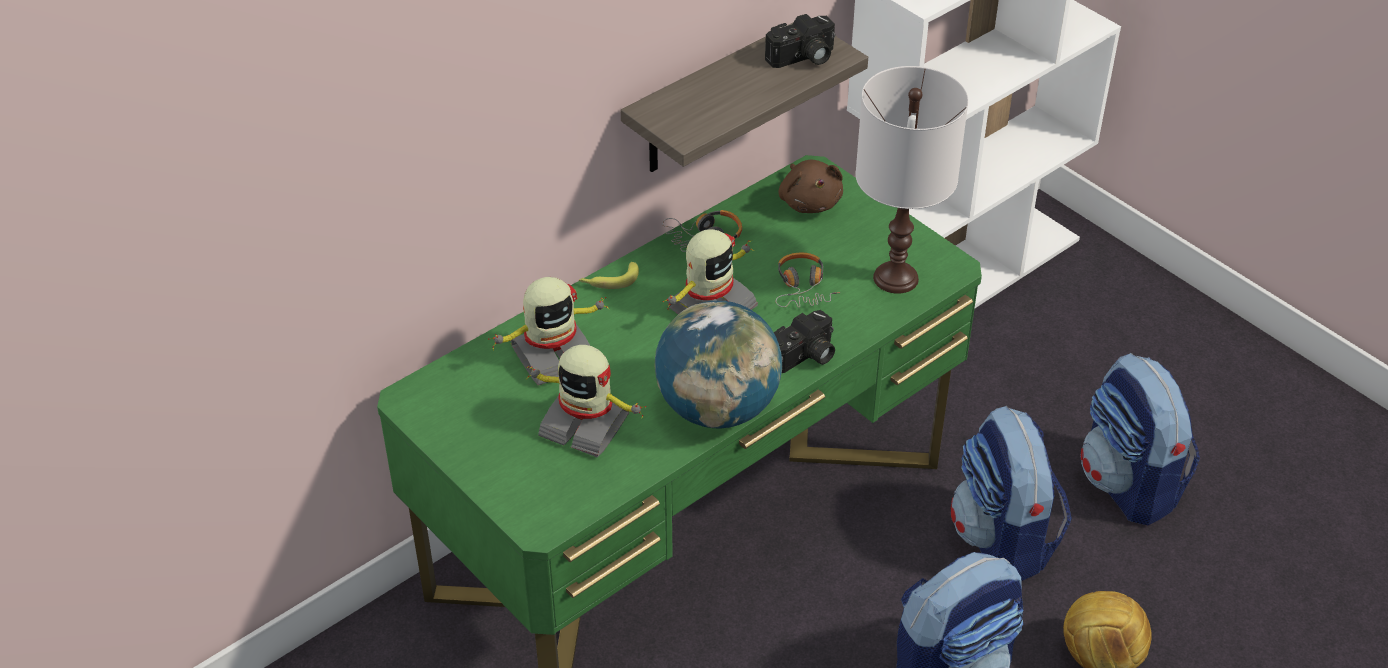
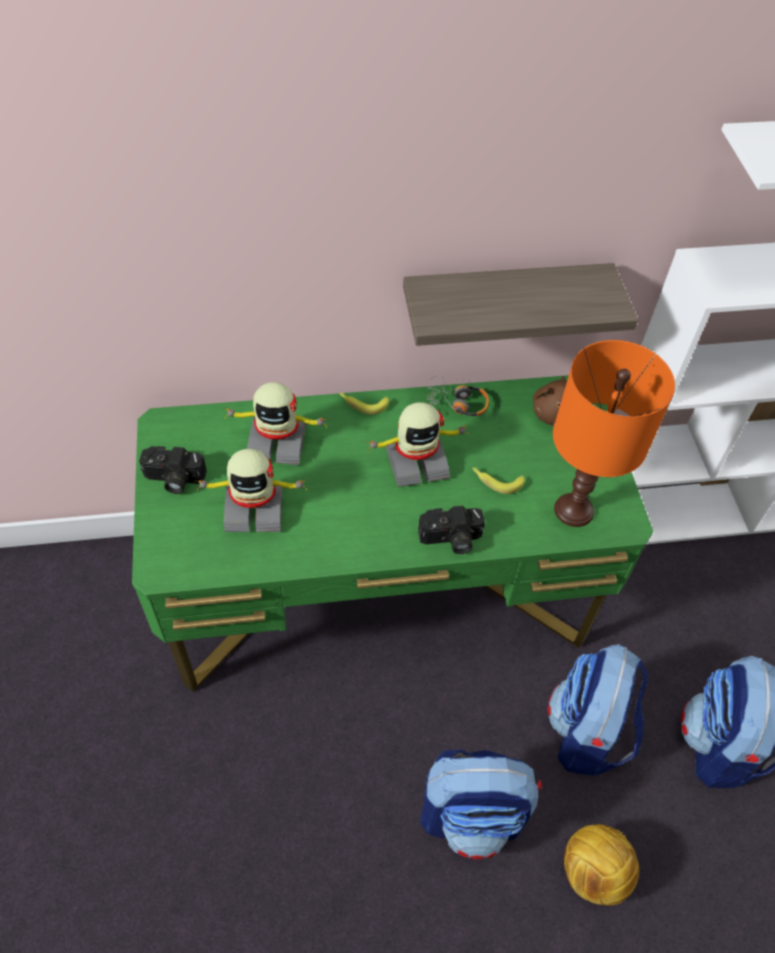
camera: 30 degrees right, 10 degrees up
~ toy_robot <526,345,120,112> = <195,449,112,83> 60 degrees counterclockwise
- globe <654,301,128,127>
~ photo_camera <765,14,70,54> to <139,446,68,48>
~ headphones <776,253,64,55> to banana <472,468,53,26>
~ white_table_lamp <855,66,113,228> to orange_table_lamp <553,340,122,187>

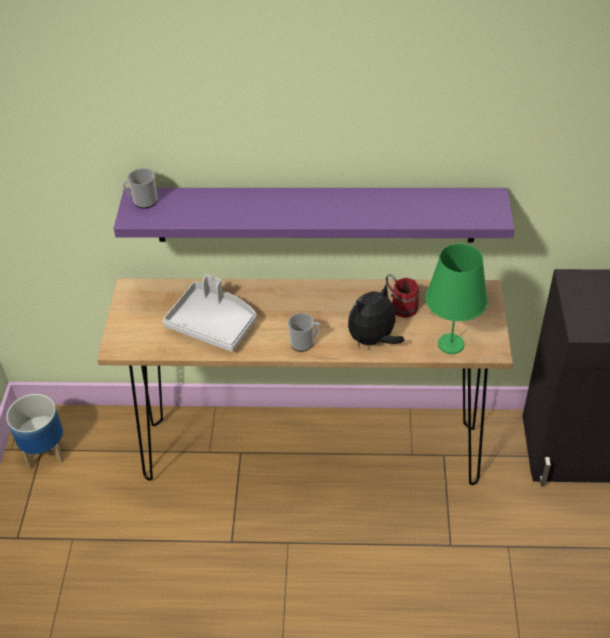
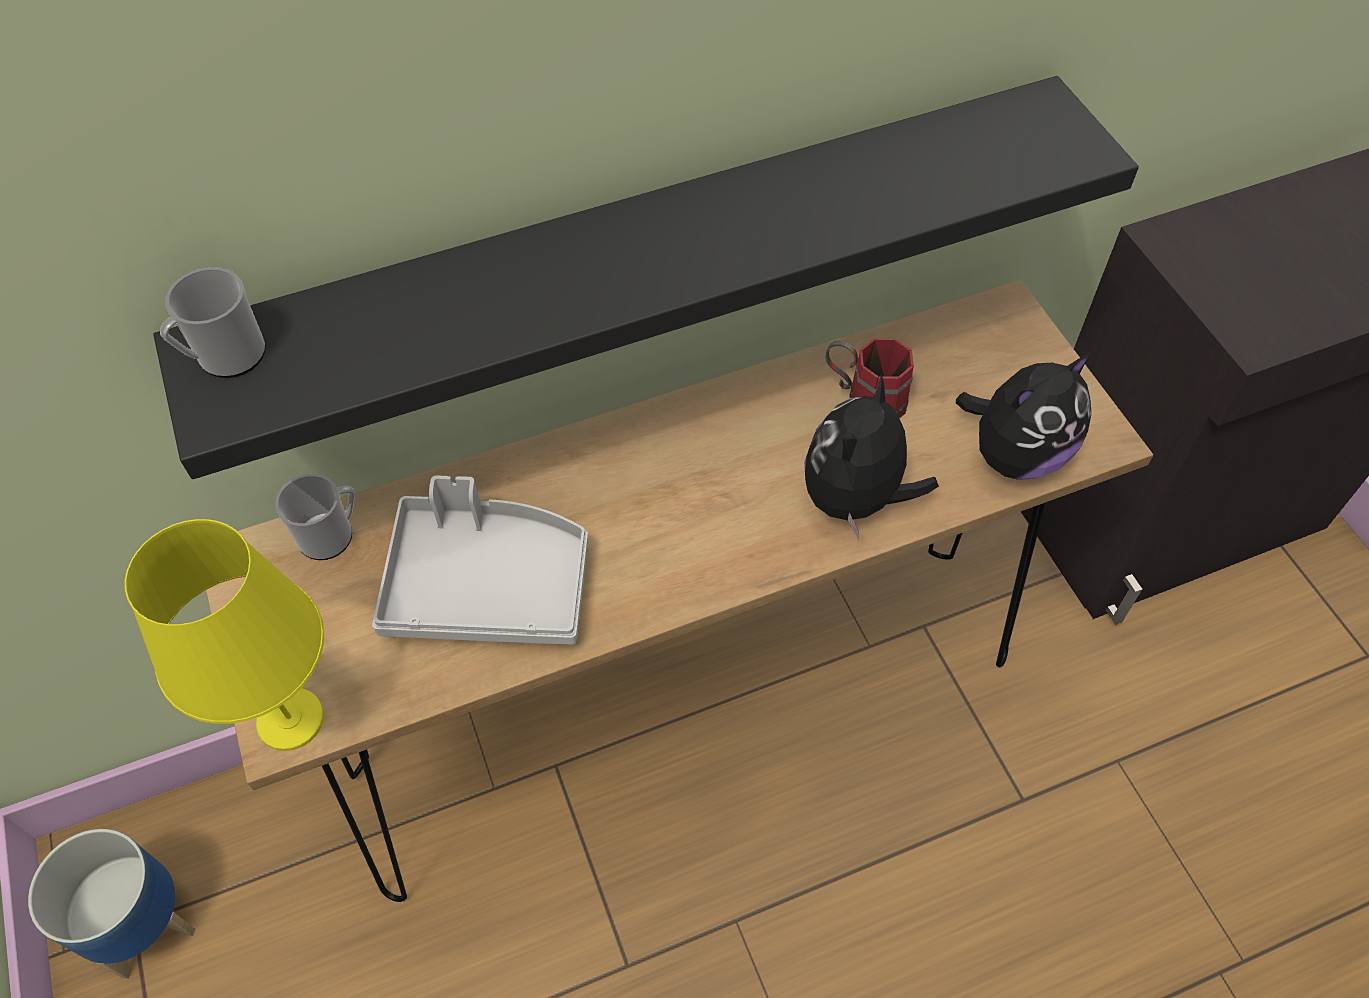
camera: 25 degrees left, 10 degrees up
~ purple_shelf <113,188,401,55> to black_shelf <153,76,986,403>
~ mug <288,313,32,39> to <275,474,80,86>
~ green_table_lamp <425,244,63,110> to plush_toy <956,352,136,128>
+ yellow_table_lamp <125,519,199,232>

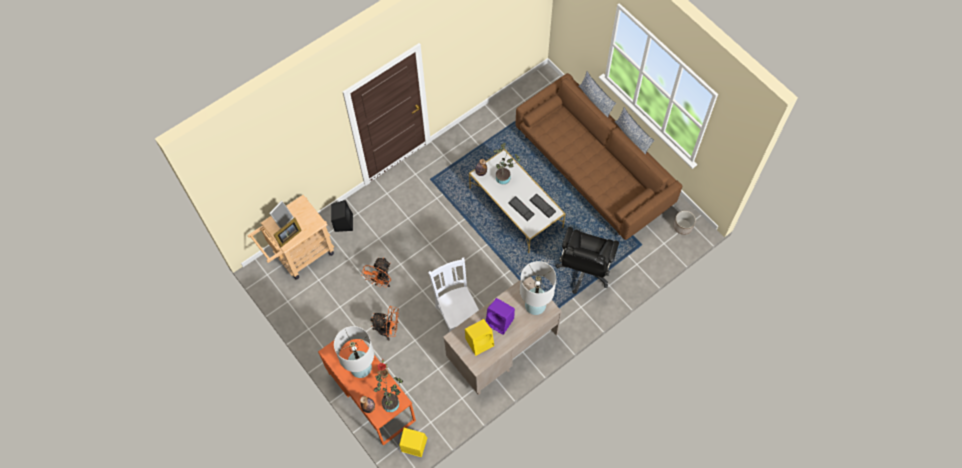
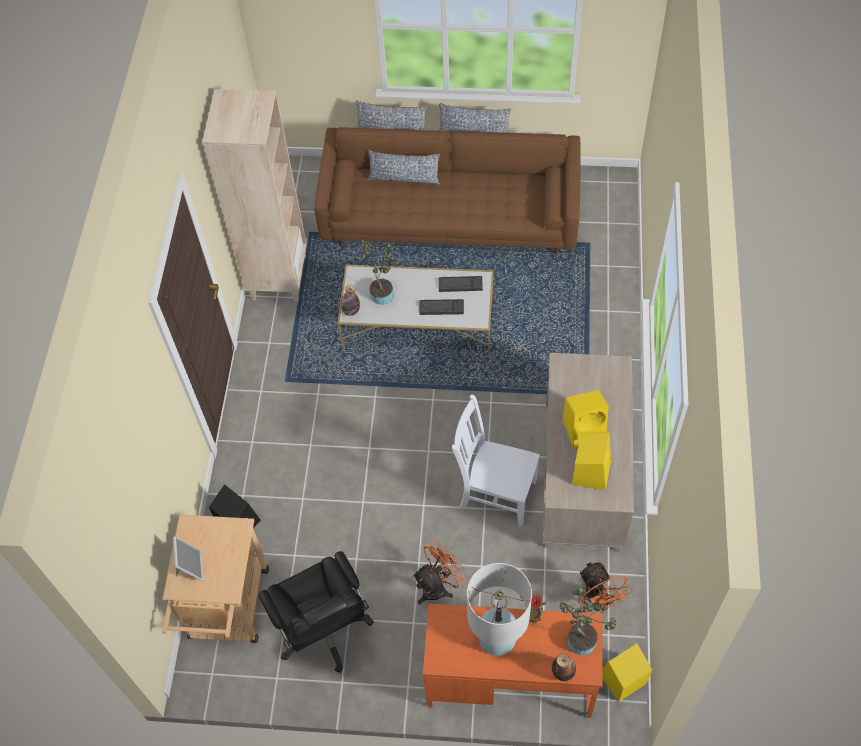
camera: 45 degrees left, 5 degrees down
- picture_frame <273,217,29,30>
~ orange_fan <361,257,30,30> to <579,562,53,51>
~ purple_speaker <486,298,29,37> to yellow_speaker <563,390,46,58>
- white_table_lamp <520,261,36,54>
~ black_office_chair <556,227,63,67> to <258,551,116,122>
- planter <673,211,23,24>
+ beige_bookcase <202,89,105,213>
+ pillow <367,150,73,35>

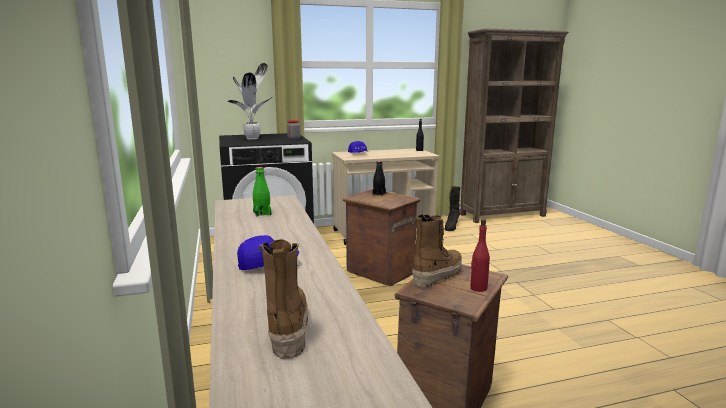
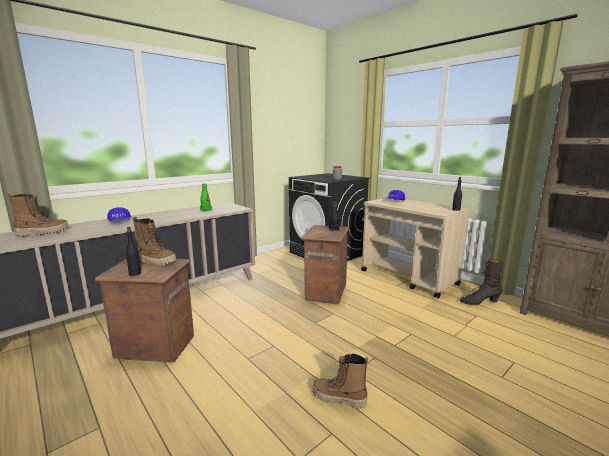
camera: 65 degrees right, 0 degrees up
- potted_plant <228,63,46,77>
~ red_bottle <470,219,20,73> to black_bottle <126,227,15,49>
+ boot <312,353,56,56>

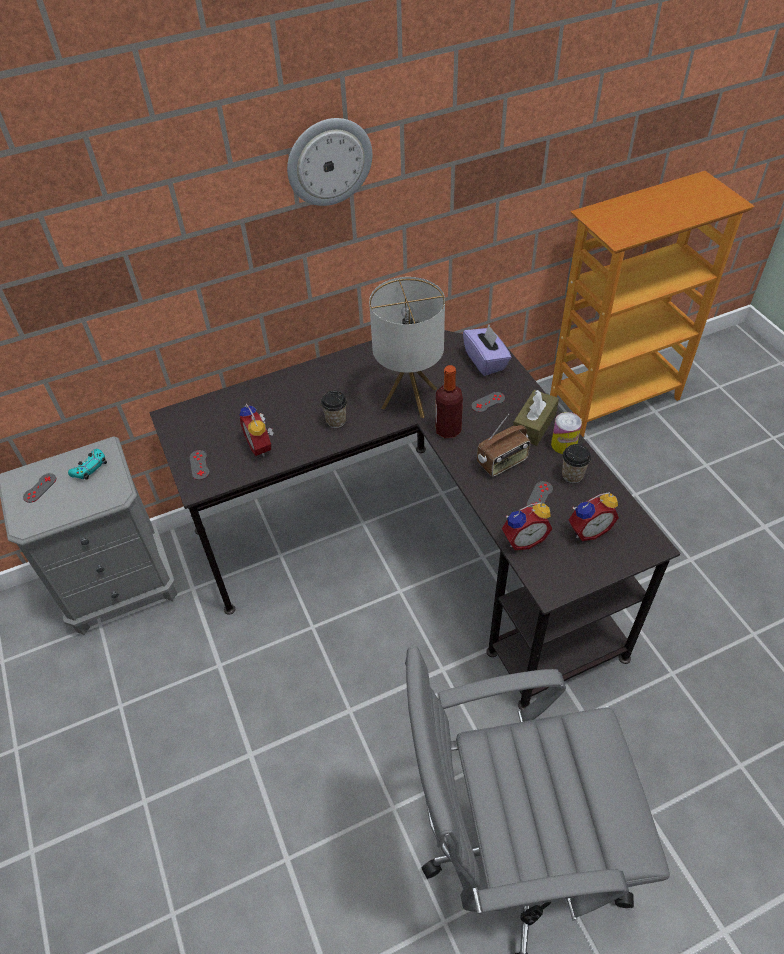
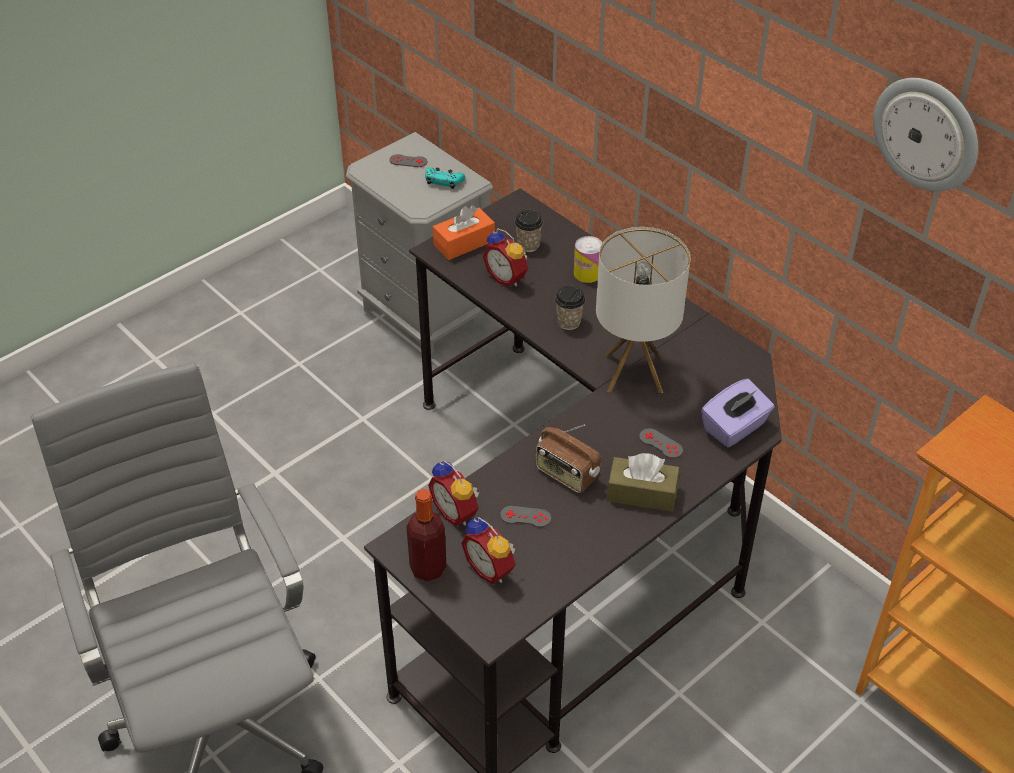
camera: 70 degrees right, 5 degrees down
~ grey_game_controller <190,450,20,30> to orange_tissue_box <433,205,62,55>
~ alarm_clock <239,404,35,53> = <483,228,45,59> 90 degrees counterclockwise
~ wall_clock <287,118,85,88> to <873,78,105,114>
~ bottle <435,365,28,73> to <406,489,41,92>
~ can <551,412,31,42> to <574,236,28,47>
~ cup <562,444,29,39> to <515,210,28,42>

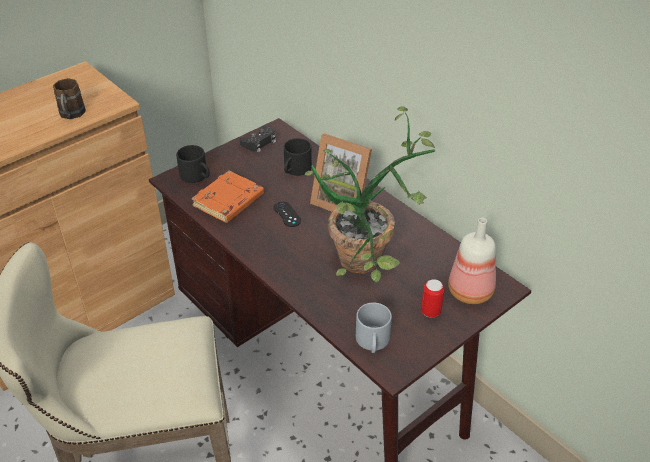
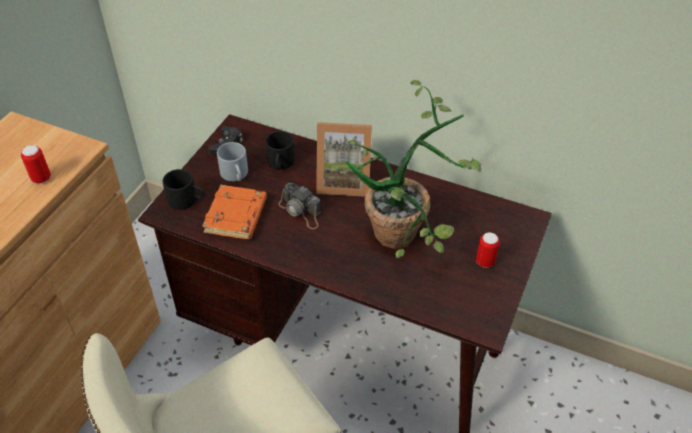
camera: 25 degrees left, 5 degrees up
~ brown_mug <53,78,33,41> to can <21,145,30,39>
~ black_game_controller <274,202,27,25> to photo_camera <278,183,43,46>
~ grey_mug <356,303,36,50> to <217,142,31,39>
- bottle <448,218,48,86>

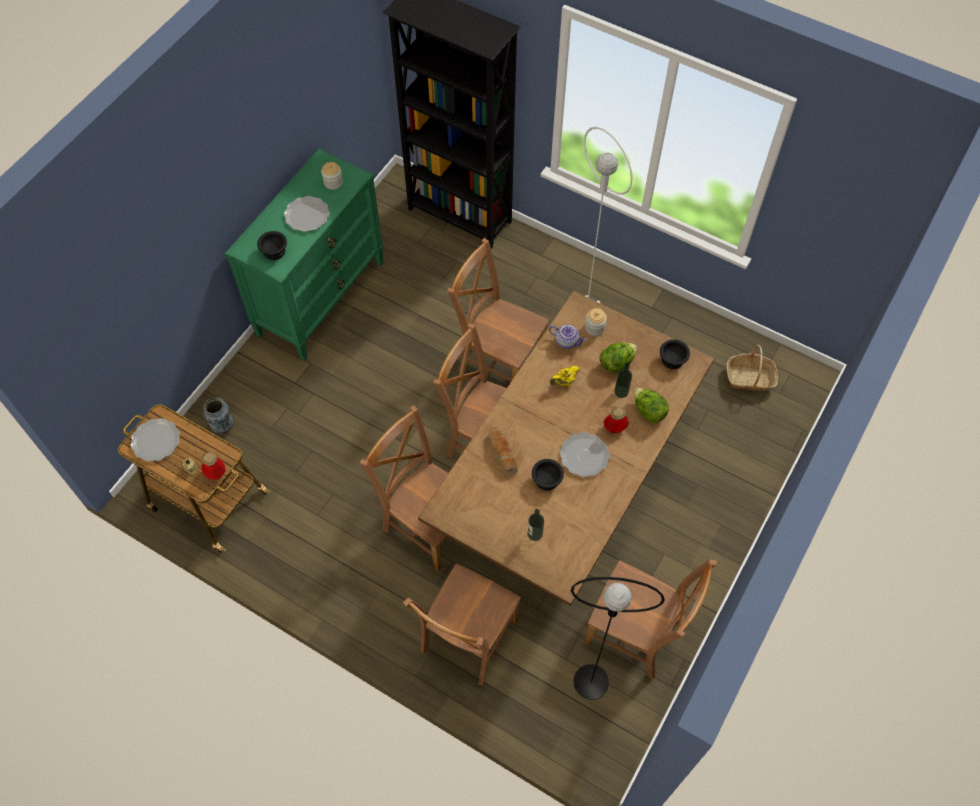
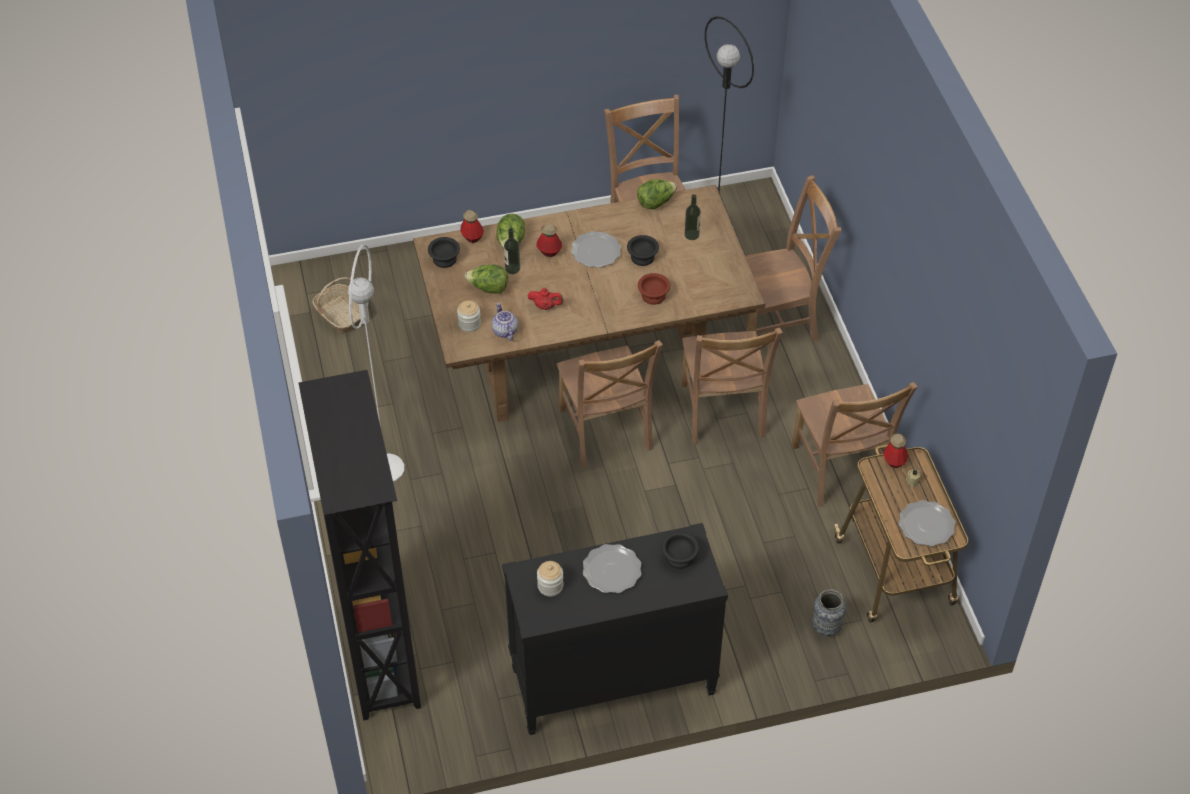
camera: 135 degrees left, 10 degrees down
~ green_dresser <225,148,159,213> to black_dresser <502,523,226,212>
~ brown_chair <447,238,102,144> to <792,382,126,125>
~ bread <489,427,29,47> to brown_bowl <638,273,32,32>
~ yellow_teapot <550,366,30,21> to red_teapot <528,288,35,22>
+ bottle <460,210,24,33>
+ lettuce <637,179,40,30>

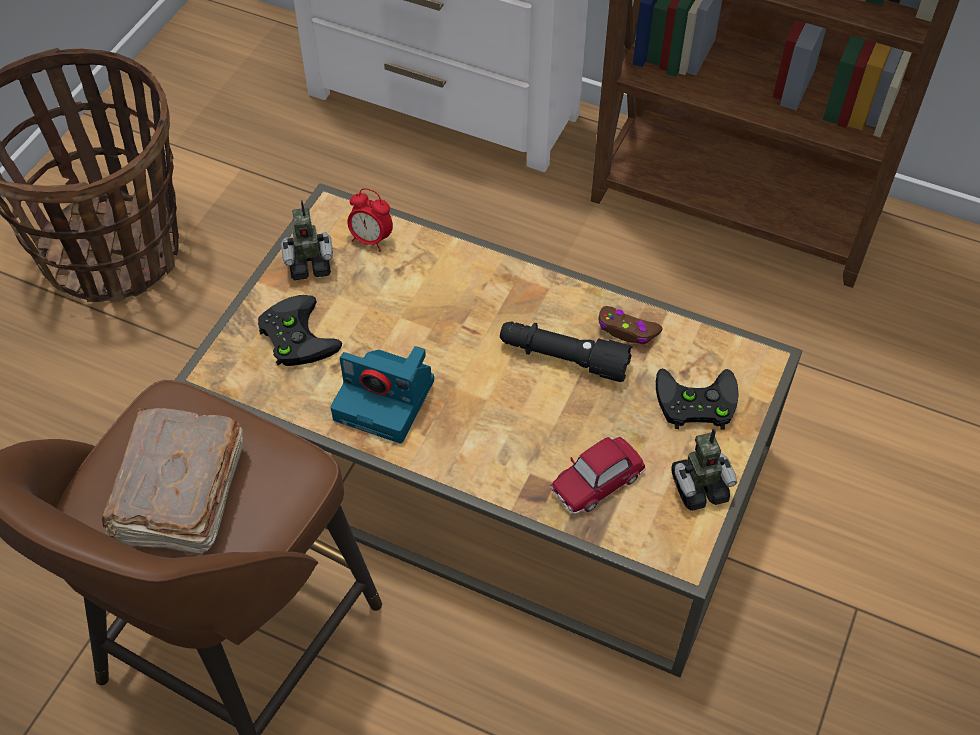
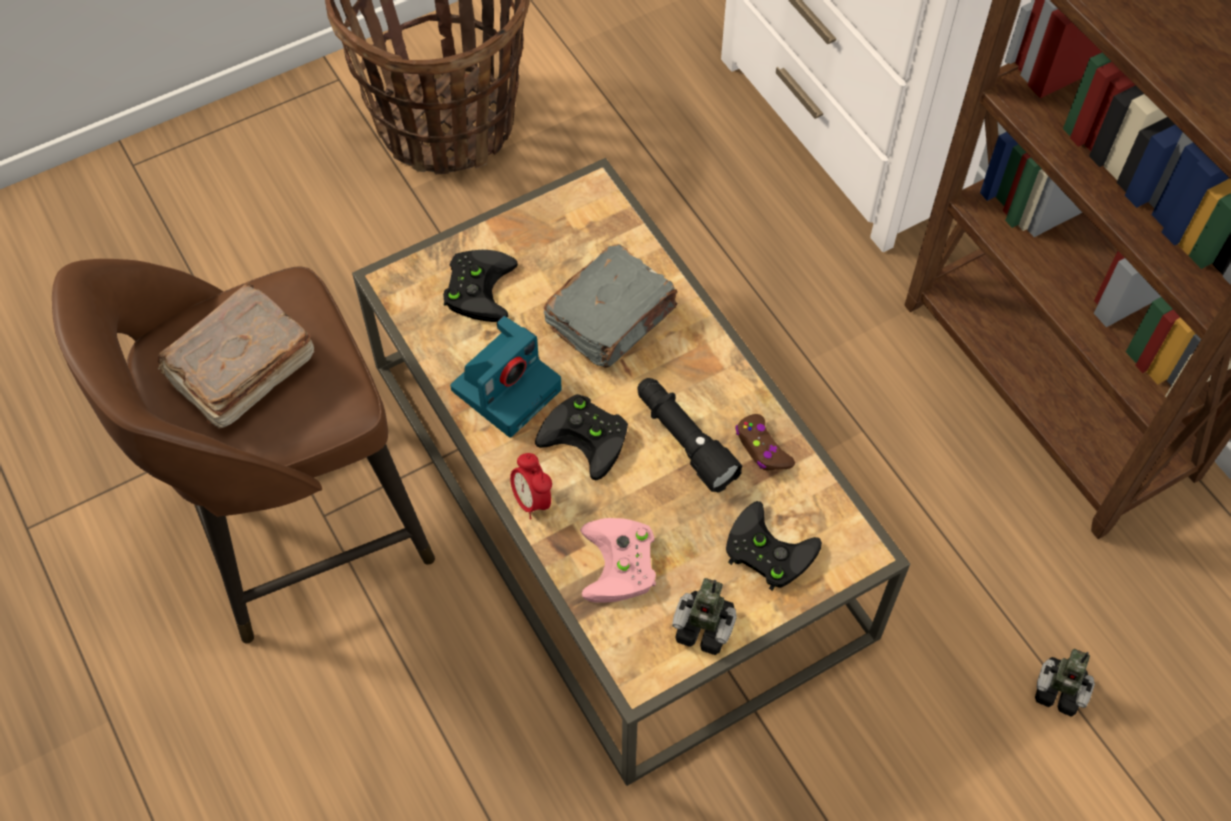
camera: 35 degrees right, 5 degrees up
~ toy_robot <281,200,52,80> to <1035,649,60,68>
~ photo_camera <331,346,103,98> = <450,316,112,121> 105 degrees counterclockwise
~ alarm_clock <347,188,46,63> to <510,453,42,66>
~ toy_car <550,437,96,77> to pink_game_controller <580,518,76,85>
+ black_game_controller <535,394,93,86>
+ grey_book <543,244,135,124>

